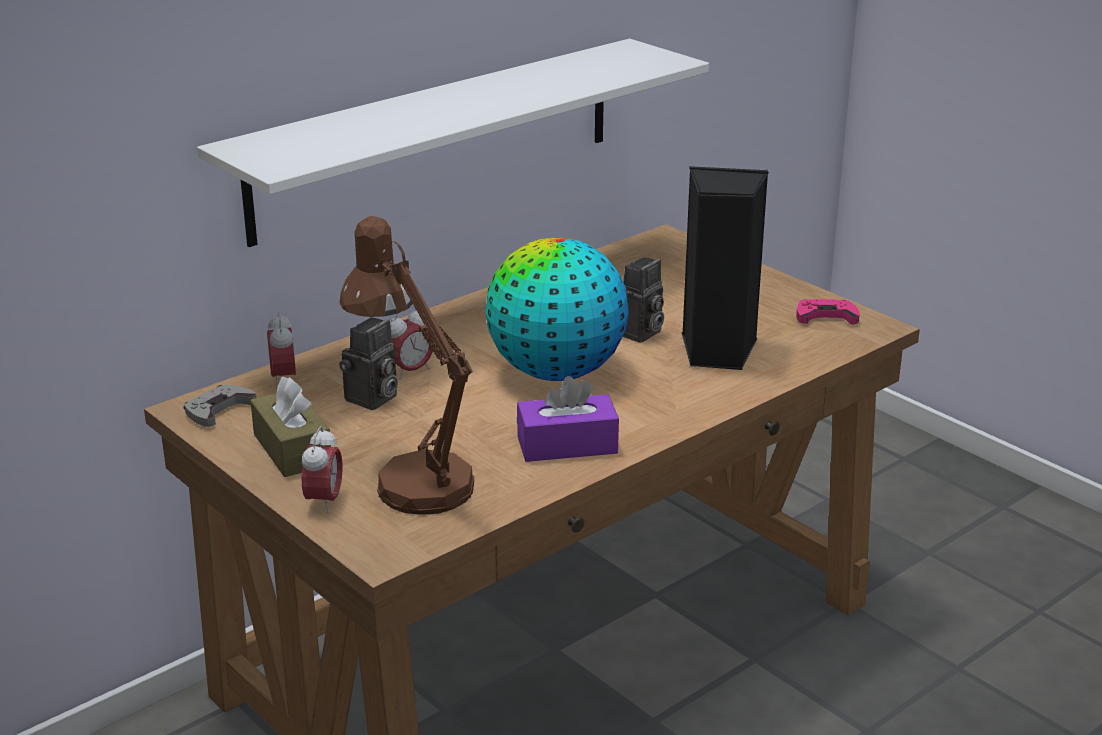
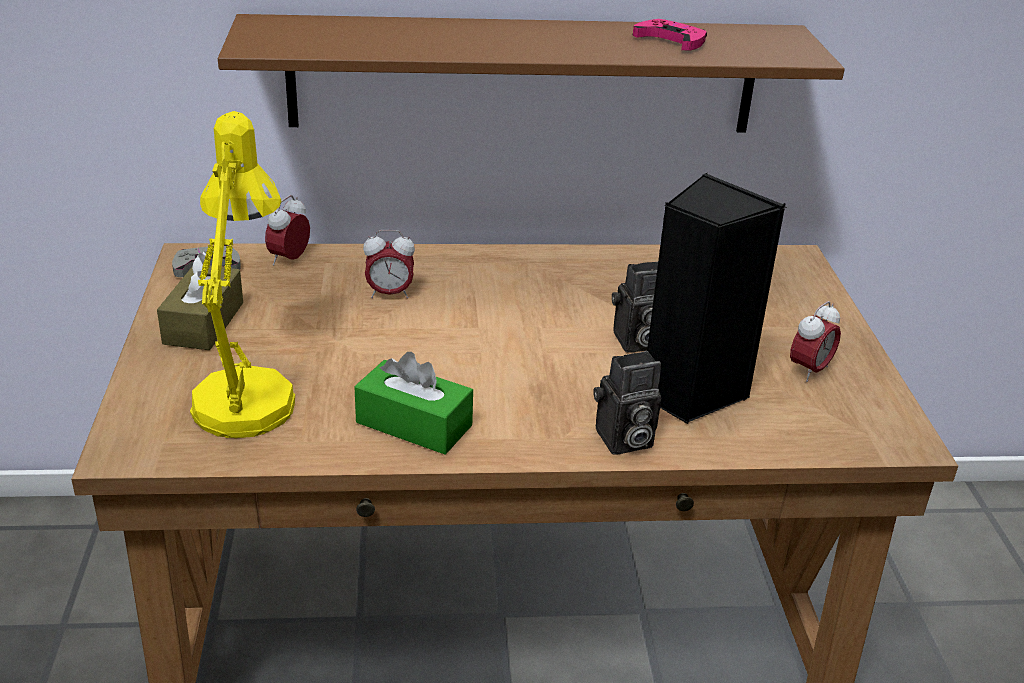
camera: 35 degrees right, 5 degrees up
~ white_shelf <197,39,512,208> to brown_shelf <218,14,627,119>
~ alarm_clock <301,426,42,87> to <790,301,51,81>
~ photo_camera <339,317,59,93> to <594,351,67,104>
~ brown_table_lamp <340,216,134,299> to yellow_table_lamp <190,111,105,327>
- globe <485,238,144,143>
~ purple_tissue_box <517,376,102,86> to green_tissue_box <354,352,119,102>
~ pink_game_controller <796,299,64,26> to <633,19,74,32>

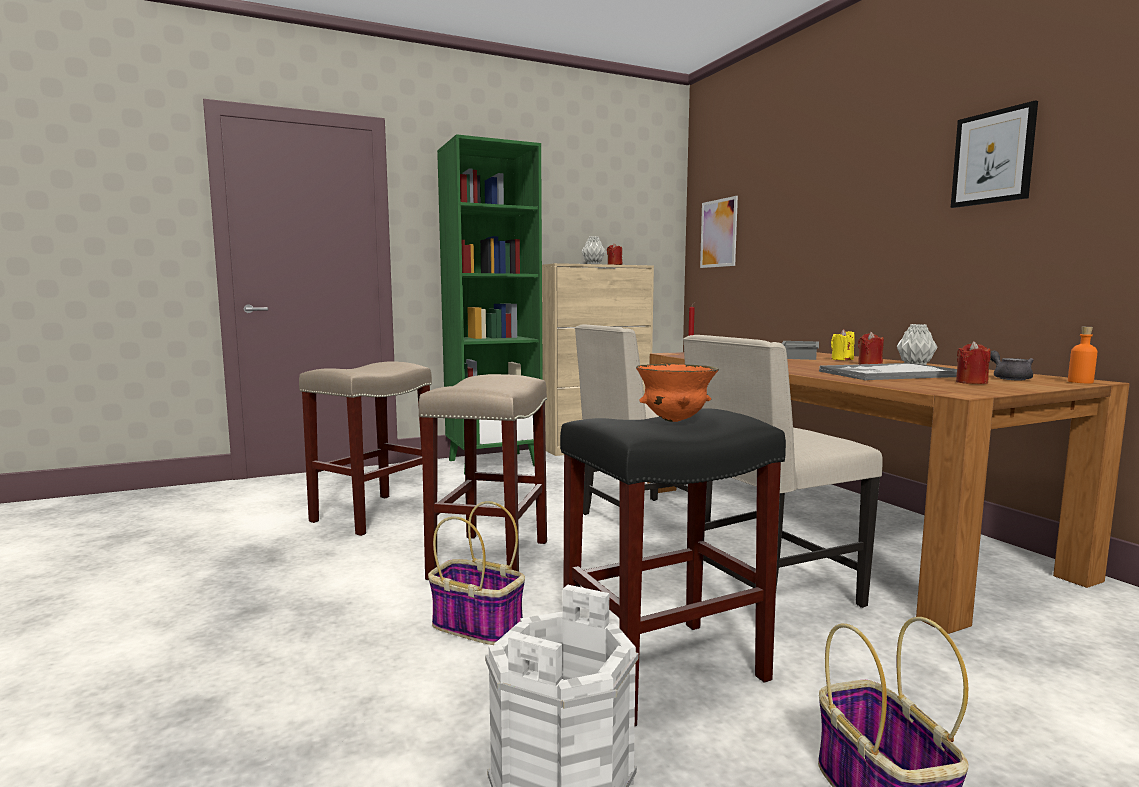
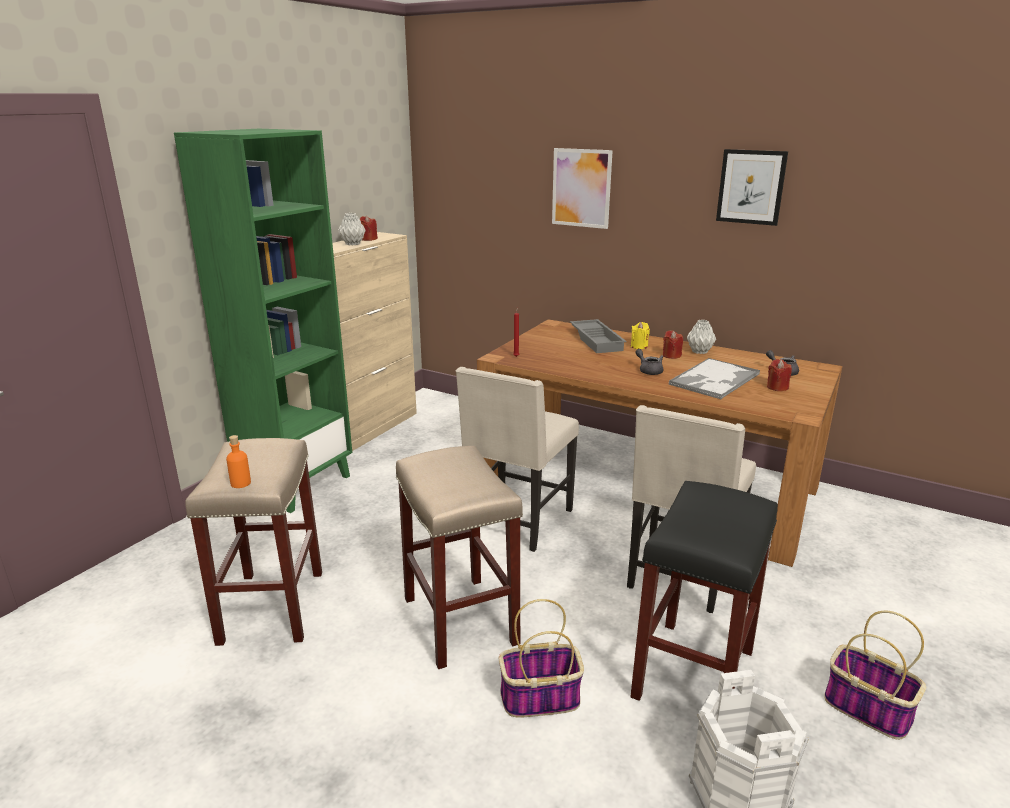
camera: 35 degrees left, 15 degrees up
- orange_bowl <636,364,83,58>
~ picture <700,196,38,72> to <552,148,61,81>
~ orange_bottle <1068,327,30,56> to <226,435,25,53>
+ grey_teapot <636,349,27,26>

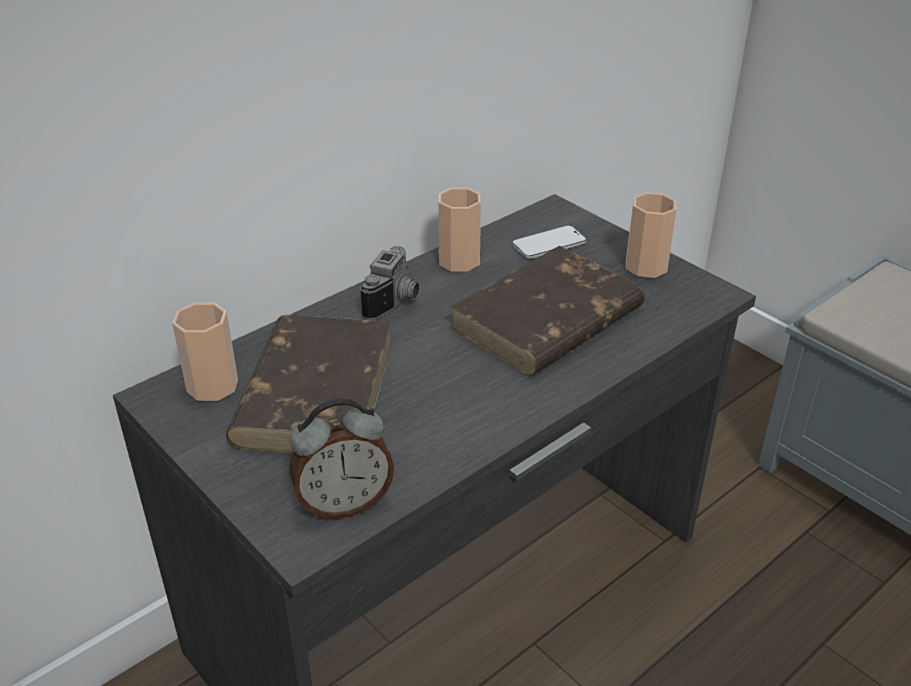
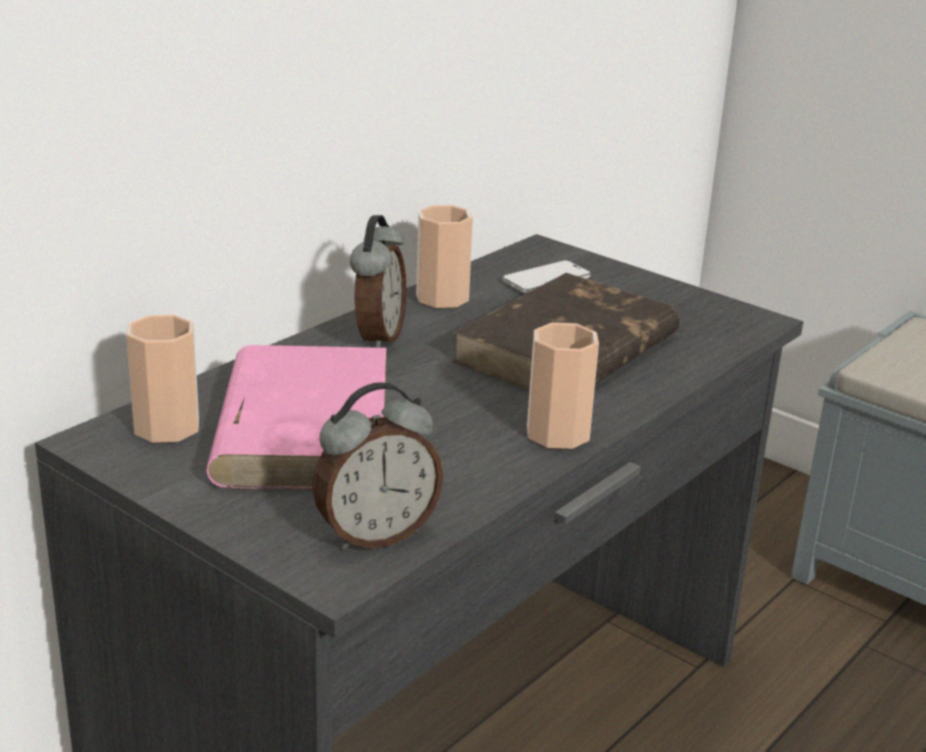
camera: 10 degrees left, 10 degrees down
~ brown_book <226,315,167,139> to pink_book <206,345,181,145>
~ photo_camera <360,246,59,74> to alarm_clock <350,215,56,133>
~ cup <626,192,51,86> to <527,322,72,127>

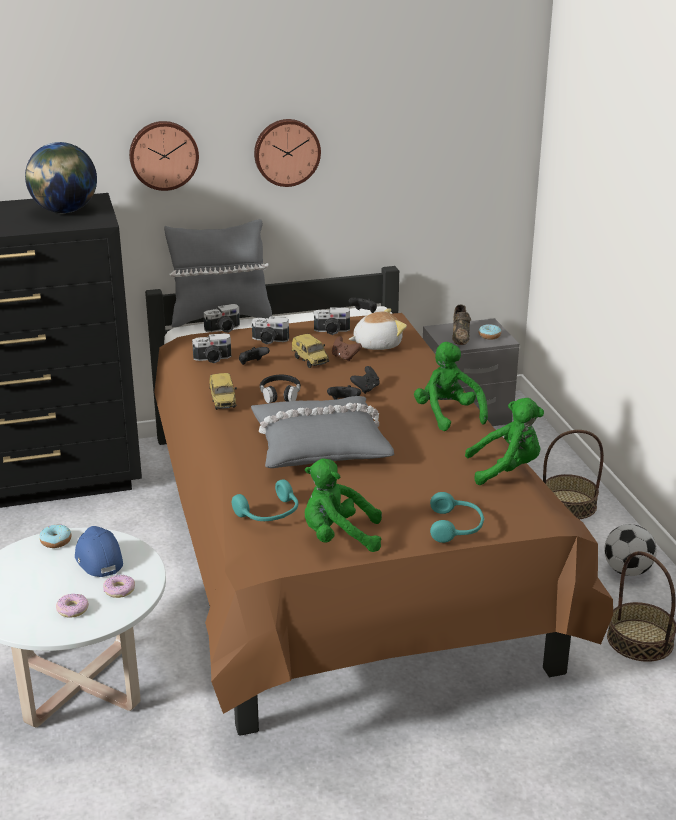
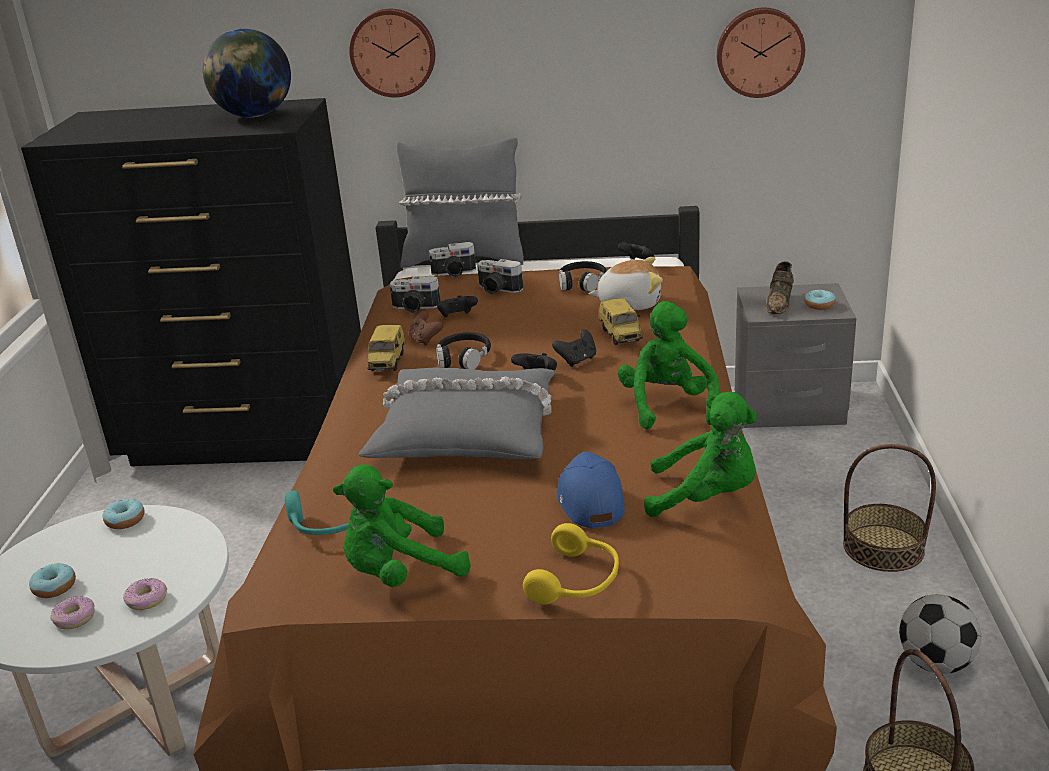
camera: 20 degrees right, 0 degrees up
~ blue_cap <75,526,48,51> to <557,452,68,76>
~ wall_clock <254,119,67,68> to <717,8,88,90>
~ toy_car <291,334,38,34> to <599,298,44,47>
~ green_plush_toy <305,458,77,94> = <333,464,138,123> 45 degrees counterclockwise
~ photo_camera <314,307,36,28> to black_headphones <559,261,48,31>
~ brown_game_controller <332,336,30,26> to <409,311,35,35>
~ turquoise_headphones <430,492,54,51> to yellow_headphones <523,523,96,82>
+ donut <29,563,47,35>

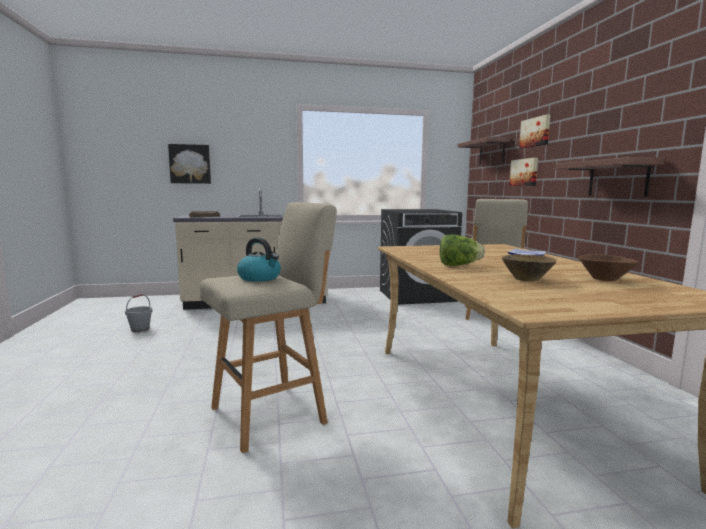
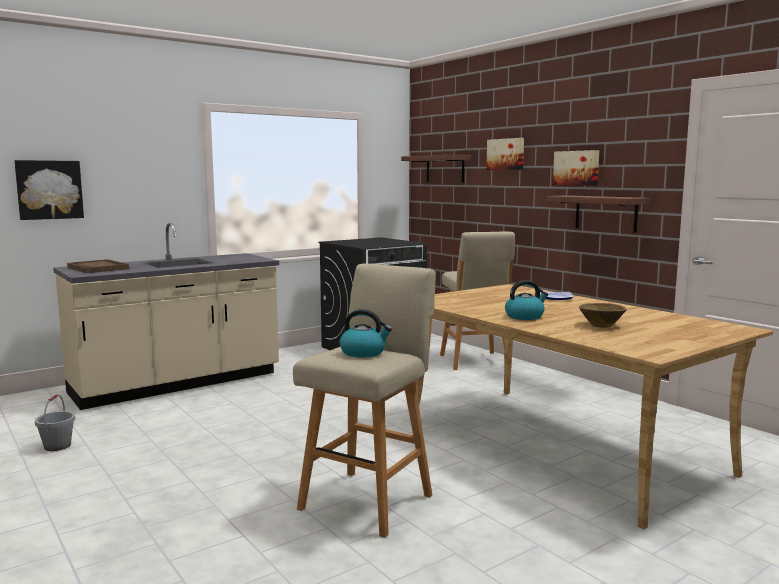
camera: 25 degrees left, 0 degrees up
~ lettuce <439,235,46,31> to kettle <505,280,43,40>
~ picture <509,158,29,28> to <553,150,46,36>
- brown_bowl <579,254,59,27>

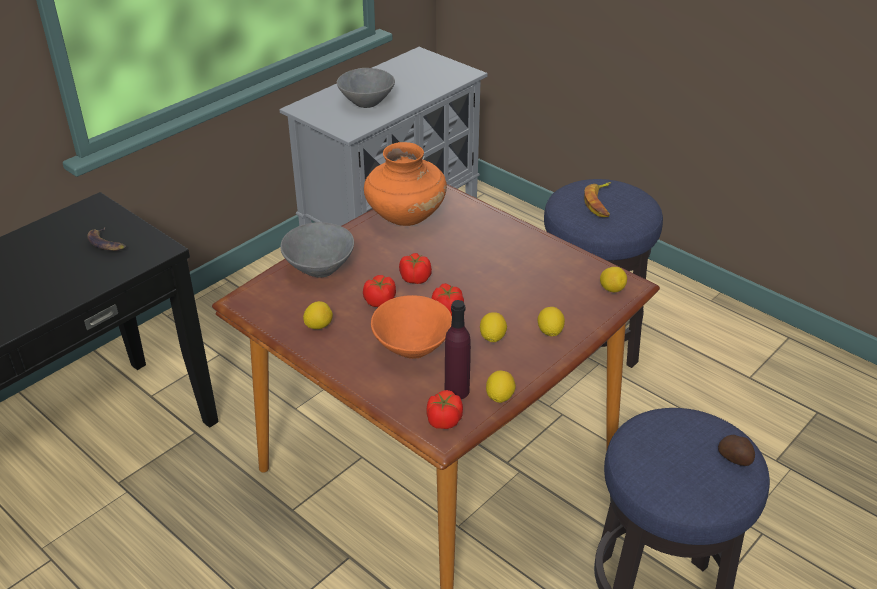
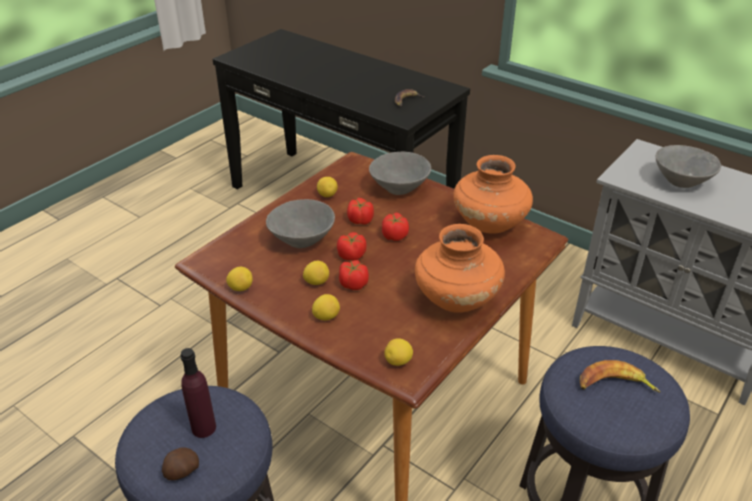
camera: 85 degrees right, 0 degrees up
~ orange_bowl <371,295,81,64> to grey_bowl <266,199,69,49>
~ tomato <426,390,37,39> to <339,260,30,30>
~ purple_bottle <445,300,26,99> to <180,348,36,90>
+ orange_vase <415,224,90,89>

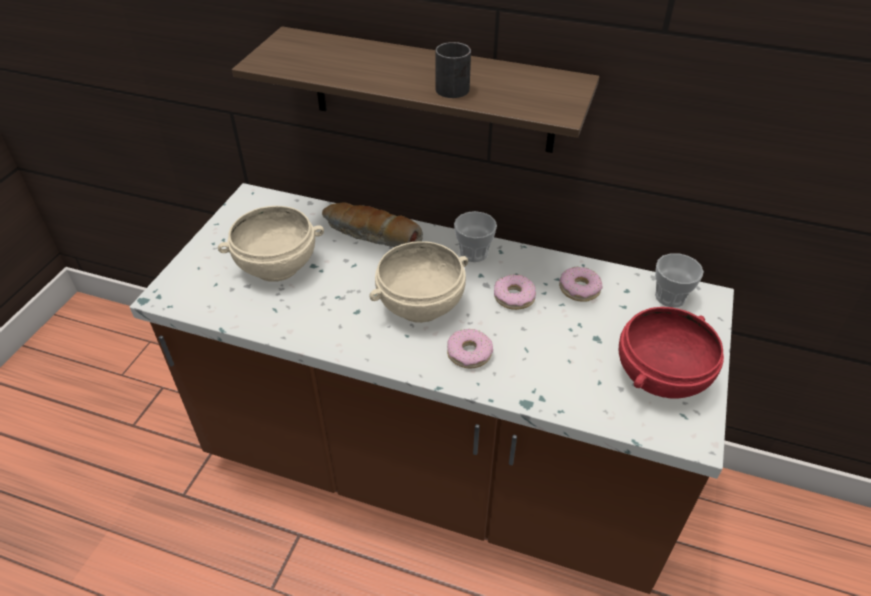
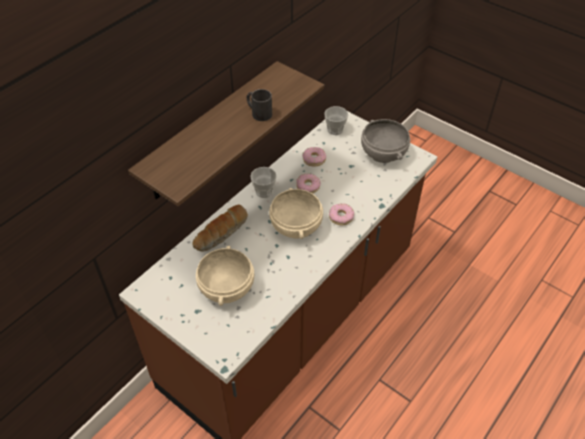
camera: 70 degrees left, 5 degrees up
~ red_bowl <619,307,105,91> to grey_bowl <361,119,49,44>

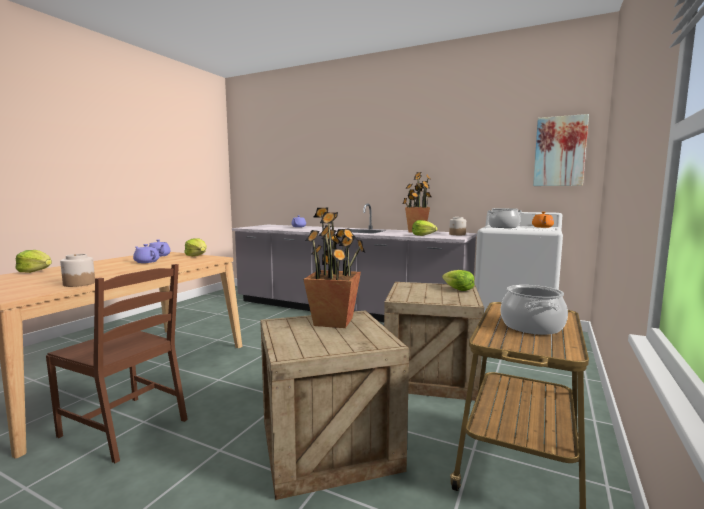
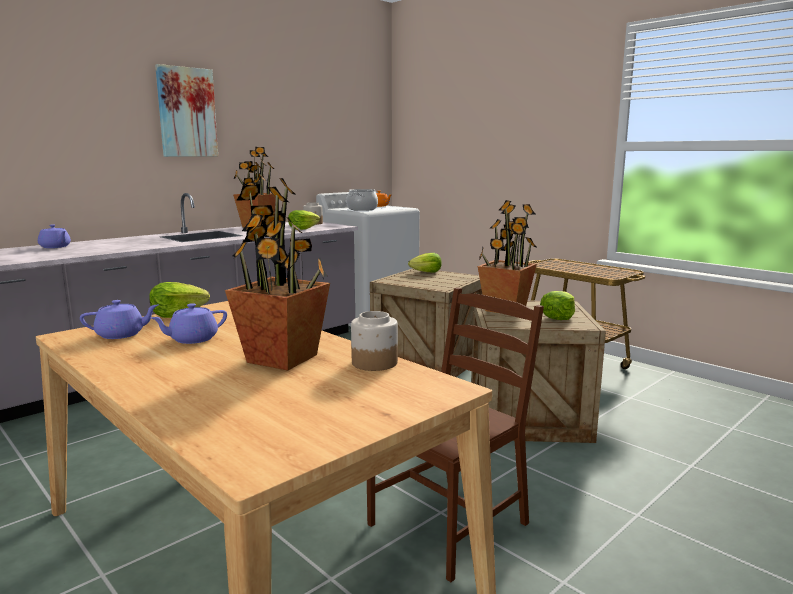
camera: 70 degrees left, 5 degrees up
~ lettuce <15,250,37,23> to <540,291,35,29>
- cooking_pot <501,285,67,50>
~ picture <533,114,56,72> to <155,64,63,93>
+ potted_plant <225,178,105,193>

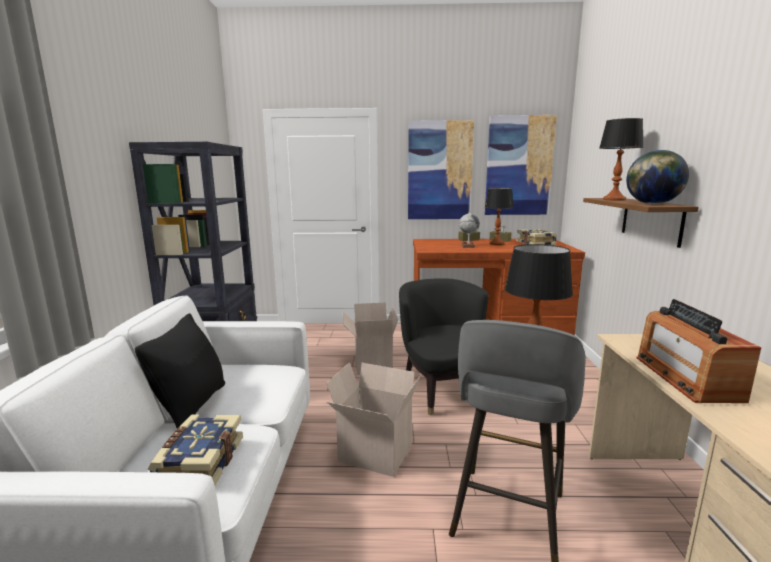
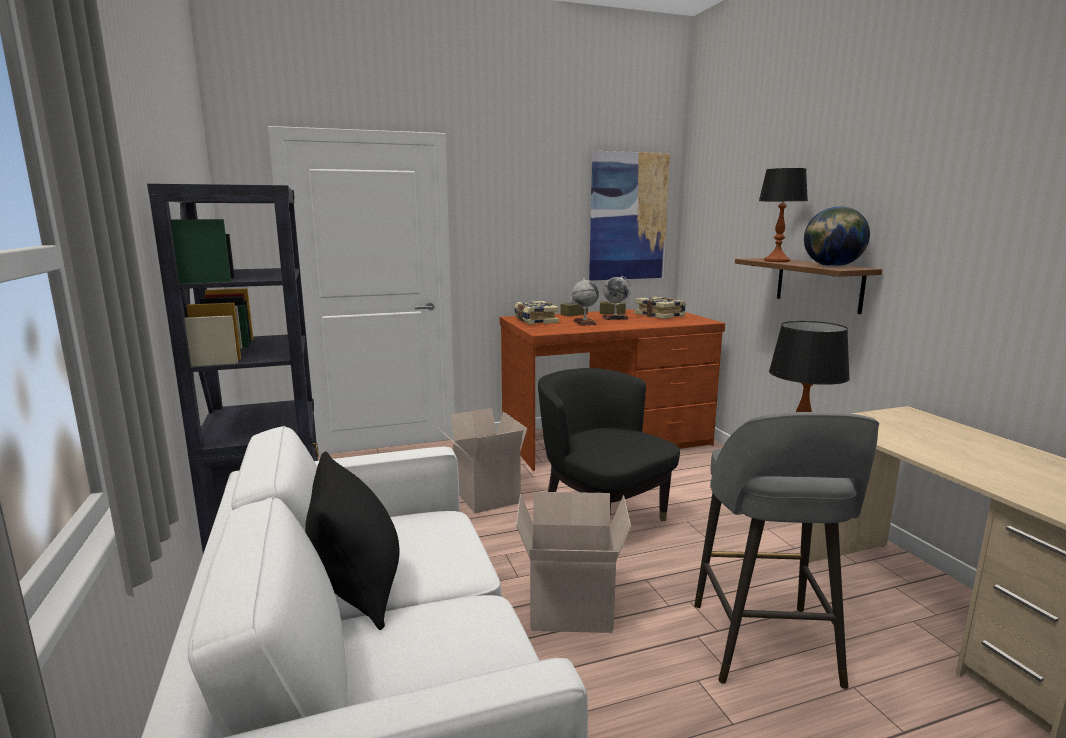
camera: 20 degrees left, 0 degrees up
~ book <148,415,95,70> to <514,301,45,24>
- picture <408,120,66,99>
~ table_lamp <485,188,29,57> to globe <602,276,29,44>
- radio <636,299,125,104>

